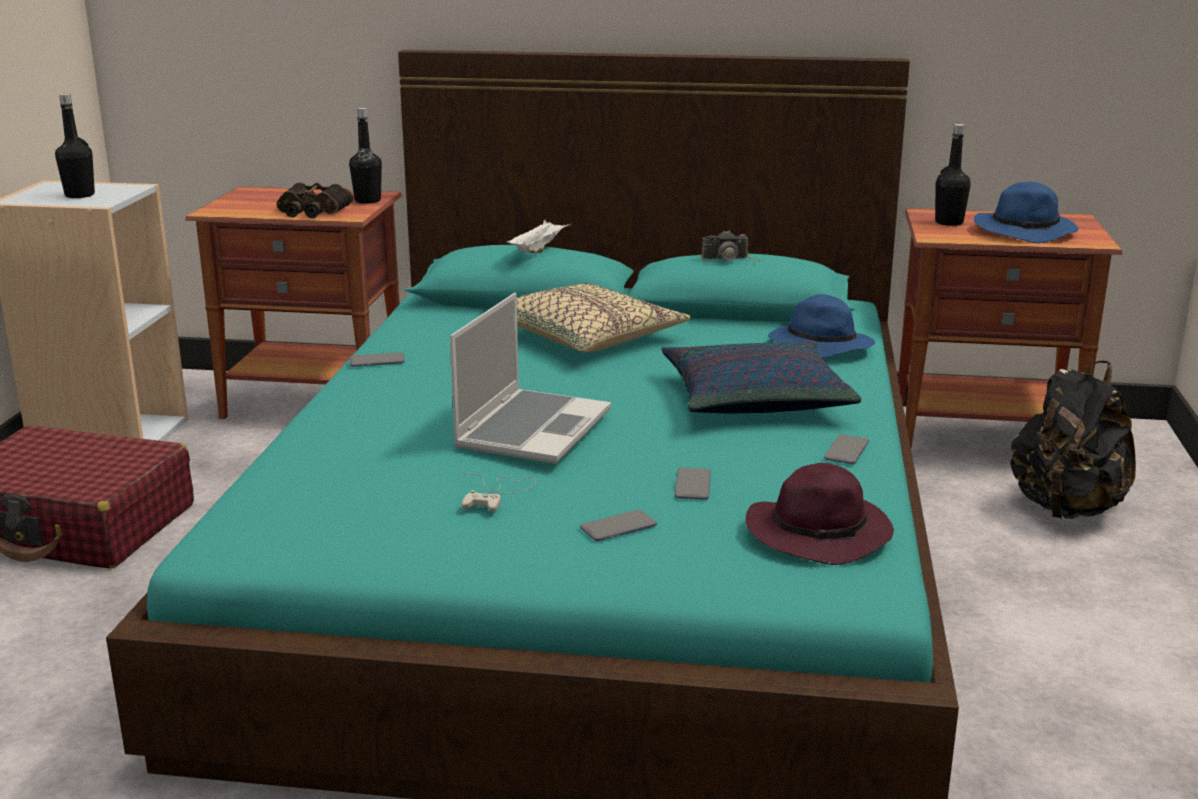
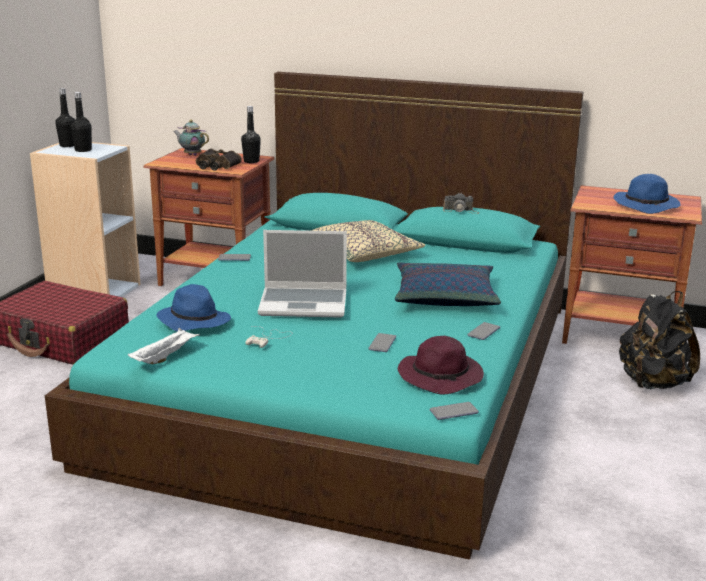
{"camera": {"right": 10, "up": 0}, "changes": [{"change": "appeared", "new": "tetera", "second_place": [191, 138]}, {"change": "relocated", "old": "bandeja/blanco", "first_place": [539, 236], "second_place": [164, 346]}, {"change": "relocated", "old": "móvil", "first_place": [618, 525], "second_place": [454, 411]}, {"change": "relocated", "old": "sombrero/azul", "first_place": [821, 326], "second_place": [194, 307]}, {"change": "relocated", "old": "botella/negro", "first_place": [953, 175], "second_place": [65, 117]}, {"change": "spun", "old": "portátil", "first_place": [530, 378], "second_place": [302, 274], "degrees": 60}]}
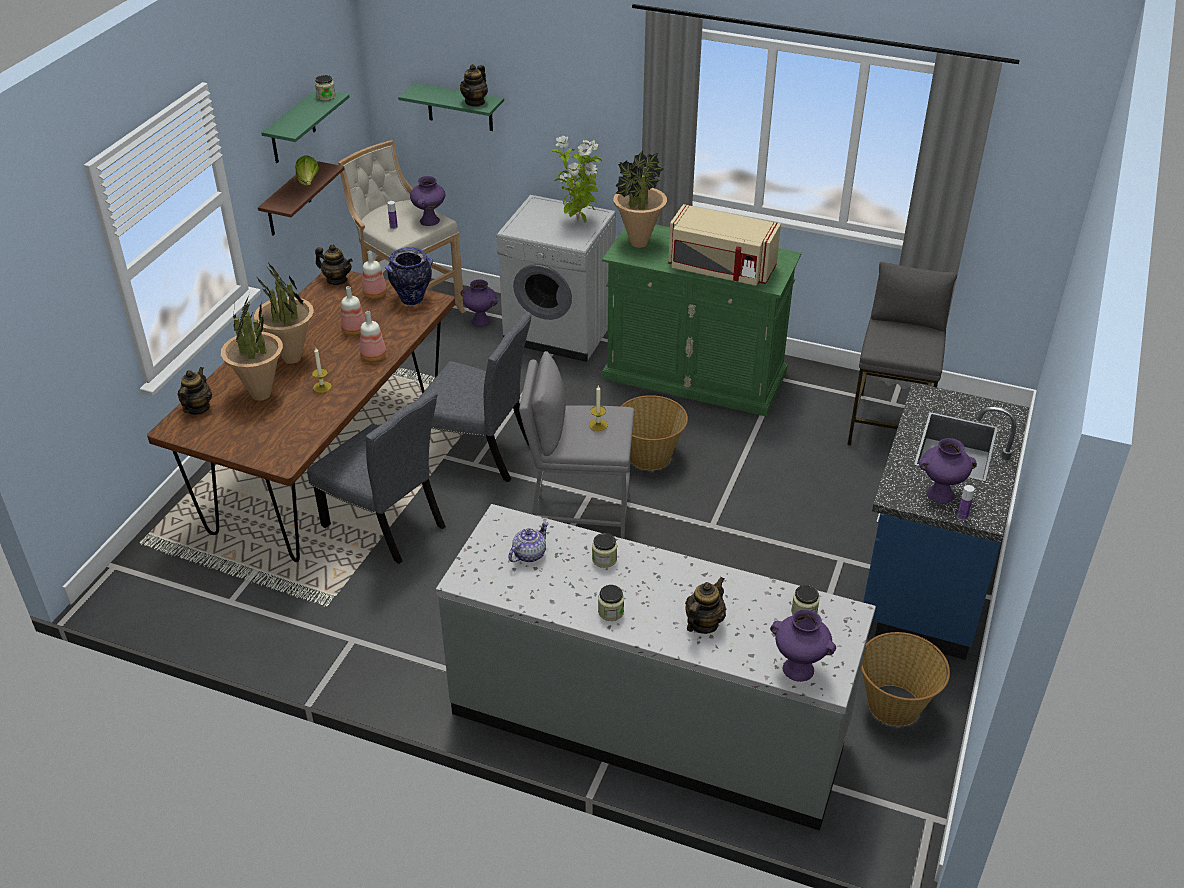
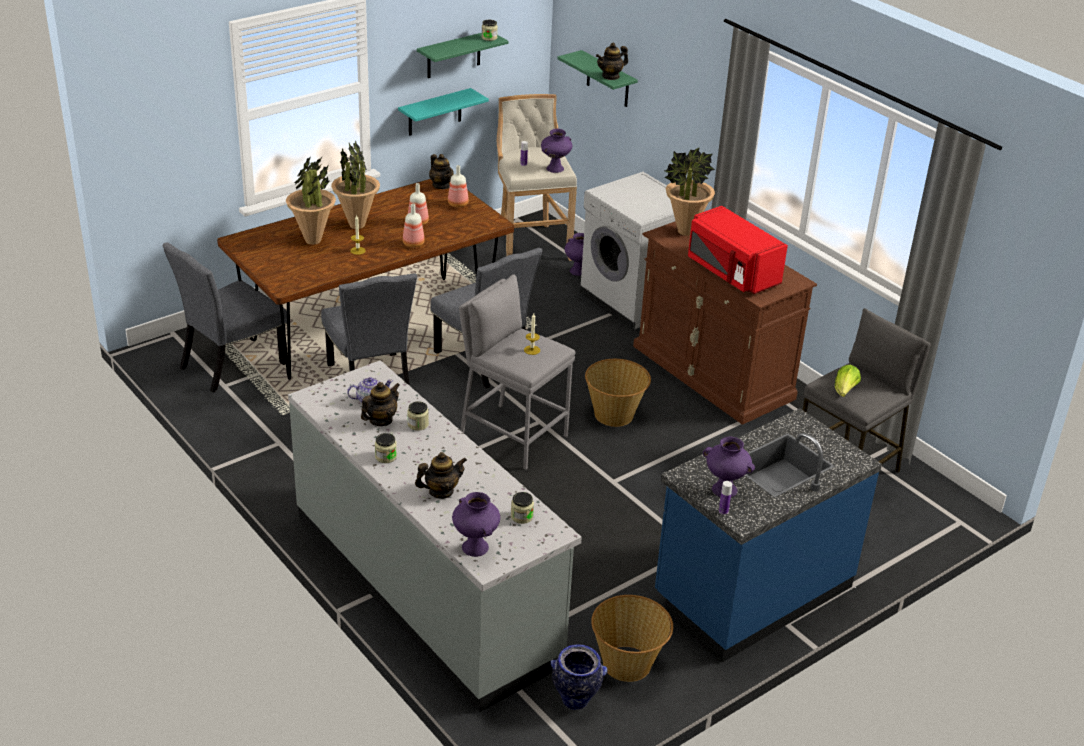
{"camera": {"right": 30, "up": -5}, "changes": [{"change": "missing", "old": "planta en maceta", "first_place": [576, 179]}, {"change": "appeared", "new": "silla/gris", "second_place": [225, 317]}, {"change": "relocated", "old": "tetera", "first_place": [195, 391], "second_place": [380, 404]}, {"change": "relocated", "old": "lechuga", "first_place": [307, 170], "second_place": [848, 381]}, {"change": "relocated", "old": "florero", "first_place": [409, 276], "second_place": [579, 677]}, {"change": "colour", "old": "estante/marrón", "new": "estante/turquesa", "first_place": [301, 198], "second_place": [443, 112]}, {"change": "colour", "old": "cómoda/verde", "new": "cómoda/marrón", "first_place": [702, 320], "second_place": [725, 323]}, {"change": "colour", "old": "microondas/beis", "new": "microondas/rojo", "first_place": [724, 245], "second_place": [738, 250]}]}
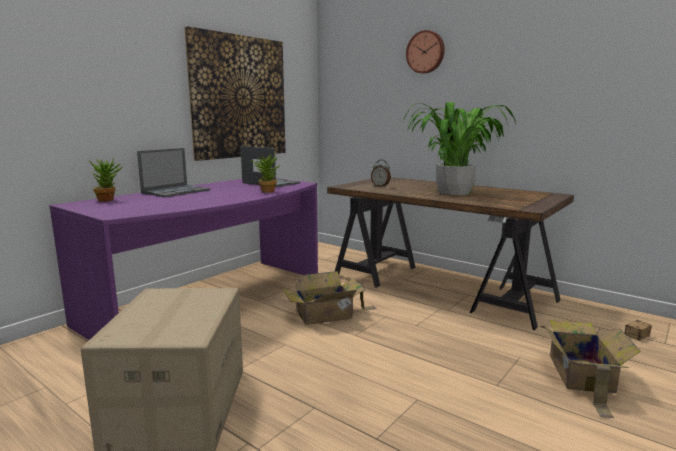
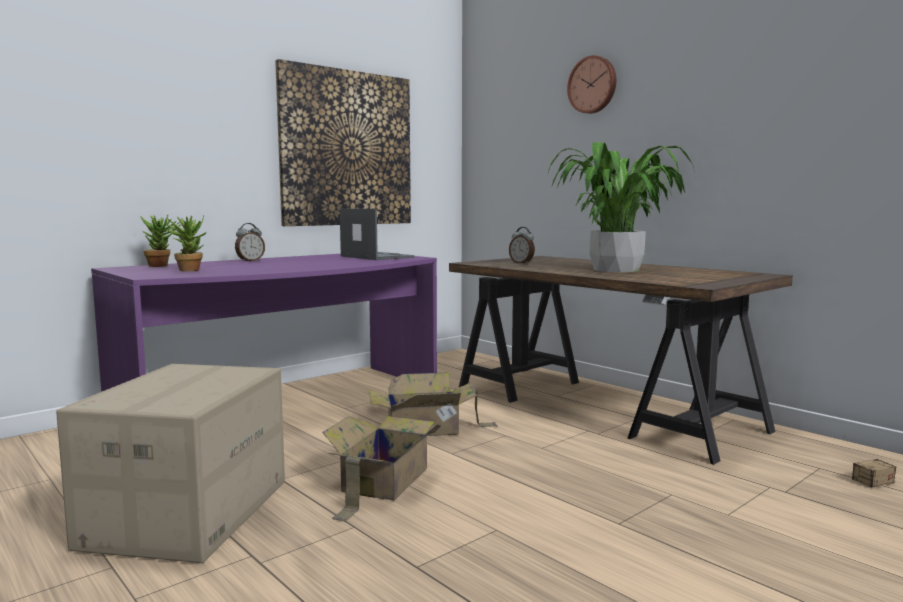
{"camera": {"right": 10, "up": -5}, "changes": [{"change": "relocated", "old": "planta en maceta", "first_place": [265, 173], "second_place": [186, 243]}, {"change": "relocated", "old": "caja de cartón", "first_place": [590, 369], "second_place": [381, 469]}, {"change": "exchanged", "old": "portátil", "new": "despertador", "first_place": [173, 172], "second_place": [250, 242]}]}
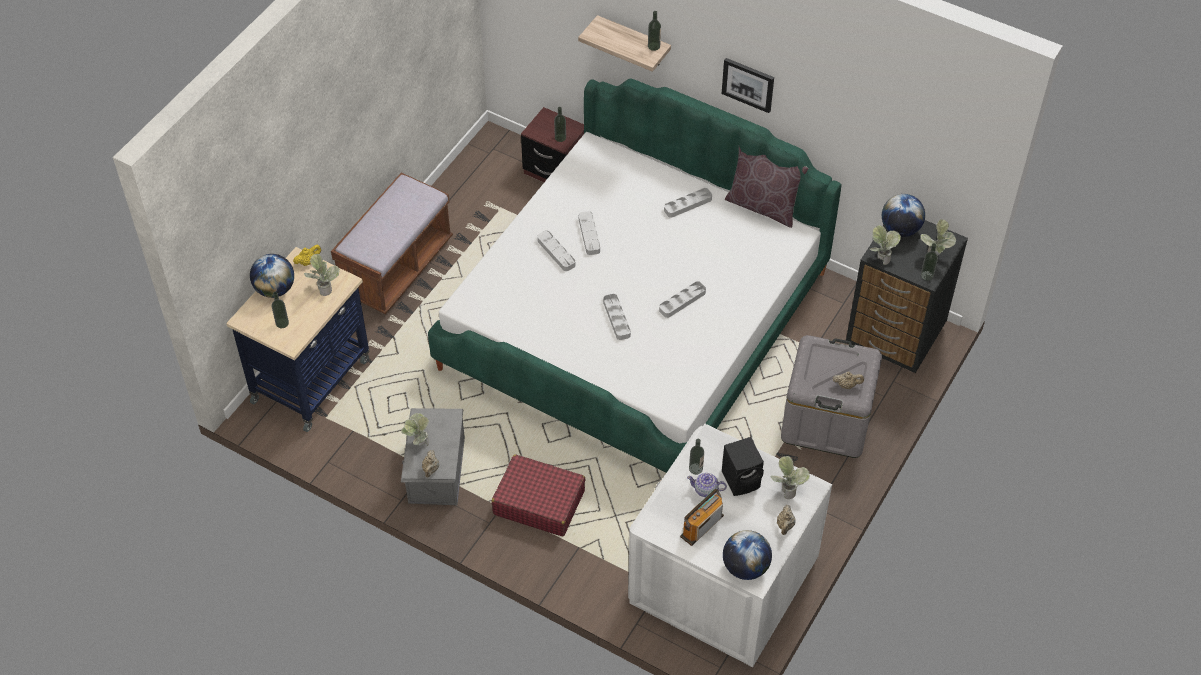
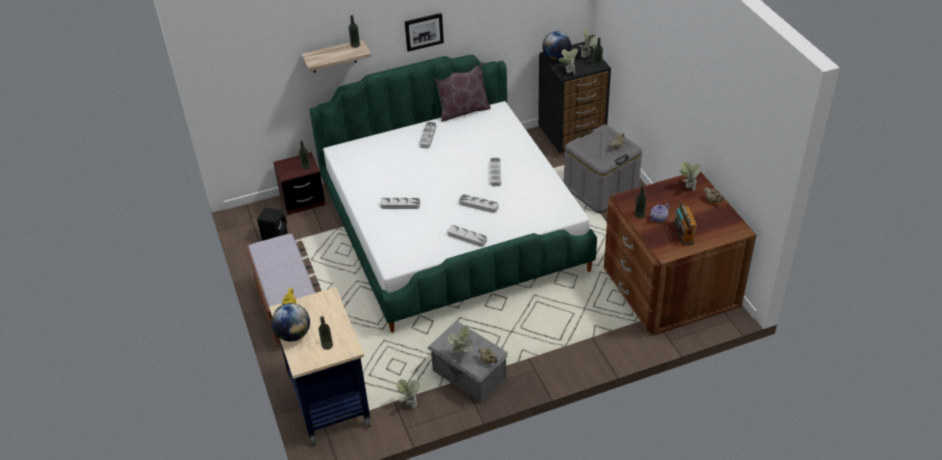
{"camera": {"right": -50, "up": -10}, "changes": [{"change": "missing", "old": "maleta/rojo", "first_place": [538, 495]}, {"change": "missing", "old": "globo terráqueo", "first_place": [747, 555]}, {"change": "relocated", "old": "planta en maceta", "first_place": [322, 275], "second_place": [408, 394]}, {"change": "relocated", "old": "bandeja/gris", "first_place": [589, 233], "second_place": [467, 236]}, {"change": "relocated", "old": "altavoz/negro", "first_place": [743, 466], "second_place": [272, 224]}, {"change": "colour", "old": "cómoda/blanco", "new": "cómoda/marrón", "first_place": [730, 545], "second_place": [680, 253]}]}
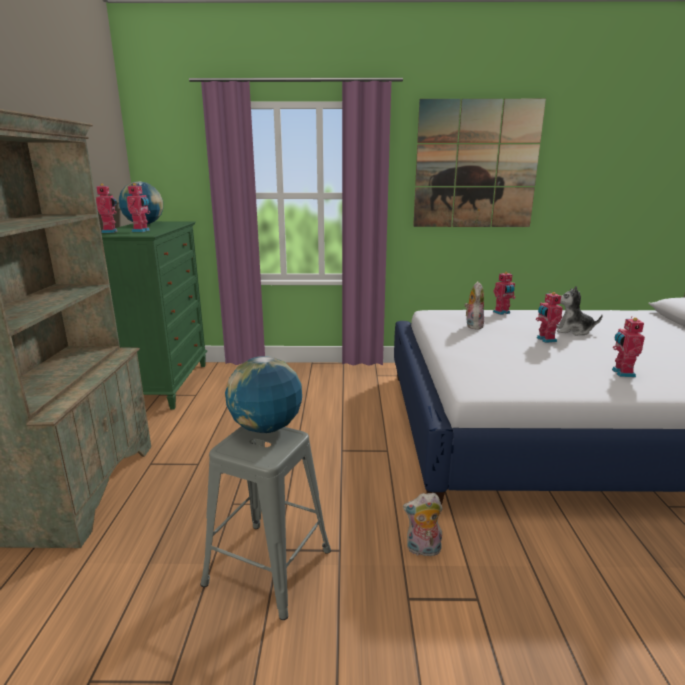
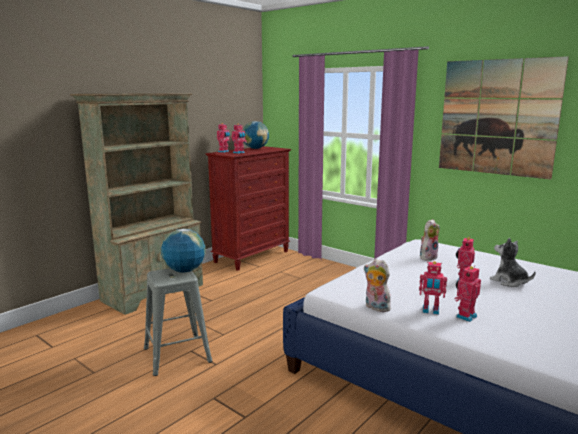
{"camera": {"right": 40, "up": -5}, "changes": [{"change": "relocated", "old": "peluche", "first_place": [423, 524], "second_place": [379, 285]}, {"change": "relocated", "old": "robot de juguete", "first_place": [504, 293], "second_place": [433, 288]}, {"change": "colour", "old": "cómoda/verde", "new": "cómoda/rojo", "first_place": [154, 315], "second_place": [248, 208]}]}
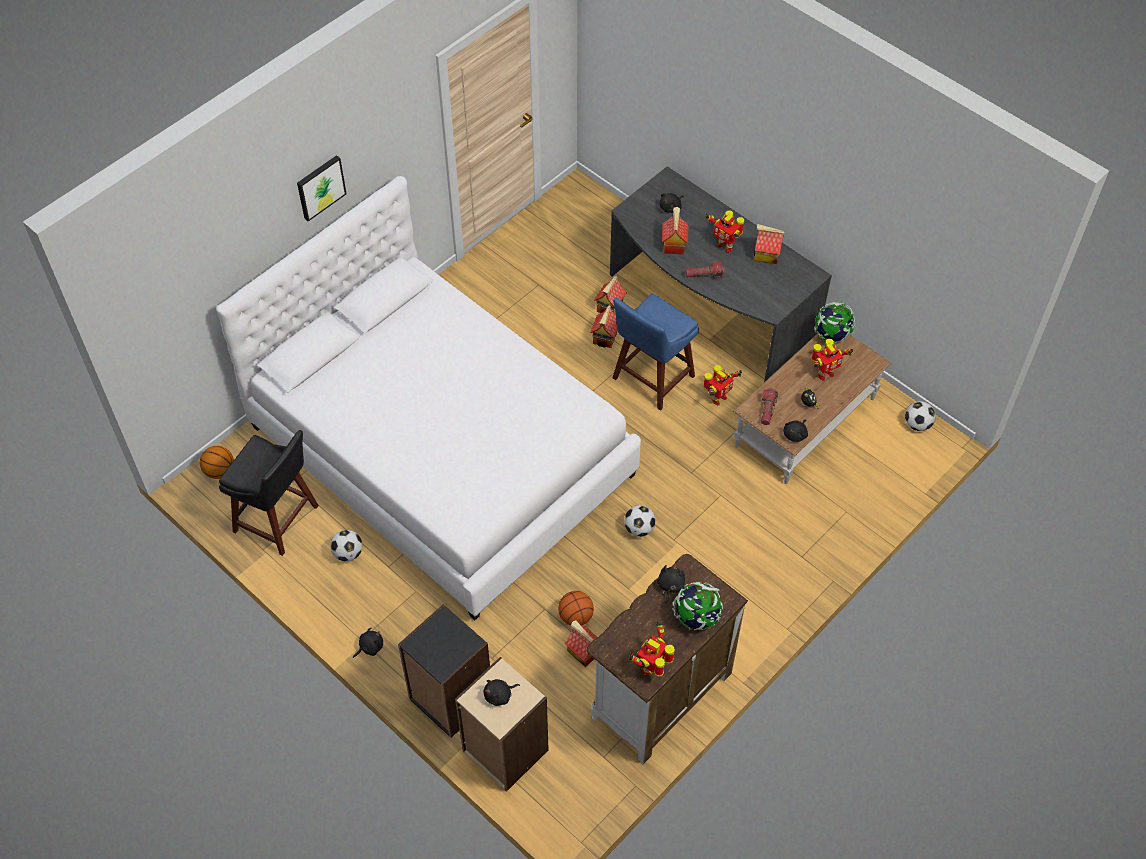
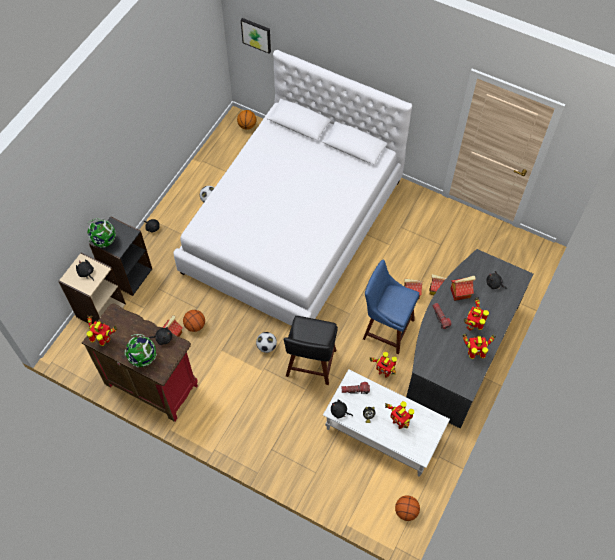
{"camera": {"right": 75, "up": 5}, "changes": [{"change": "relocated", "old": "silla/negro", "first_place": [269, 493], "second_place": [310, 350]}, {"change": "relocated", "old": "cuadro", "first_place": [322, 188], "second_place": [256, 36]}, {"change": "relocated", "old": "globo terráqueo", "first_place": [834, 322], "second_place": [102, 233]}, {"change": "exchanged", "old": "casita", "new": "robot de juguete", "first_place": [769, 244], "second_place": [479, 346]}, {"change": "exchanged", "old": "balón de fútbol", "new": "balón de baloncesto", "first_place": [920, 416], "second_place": [407, 508]}, {"change": "colour", "old": "cómoda/blanco", "new": "cómoda/rojo", "first_place": [667, 659], "second_place": [140, 363]}, {"change": "colour", "old": "mesa de centro/marrón", "new": "mesa de centro/blanco", "first_place": [812, 408], "second_place": [386, 423]}]}
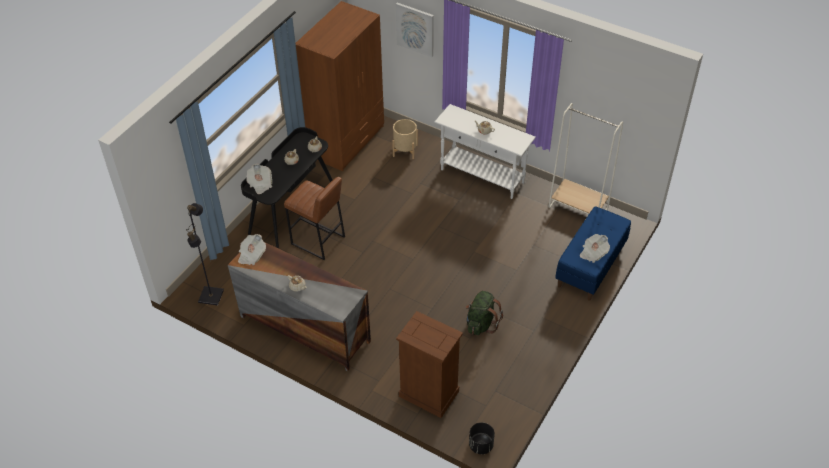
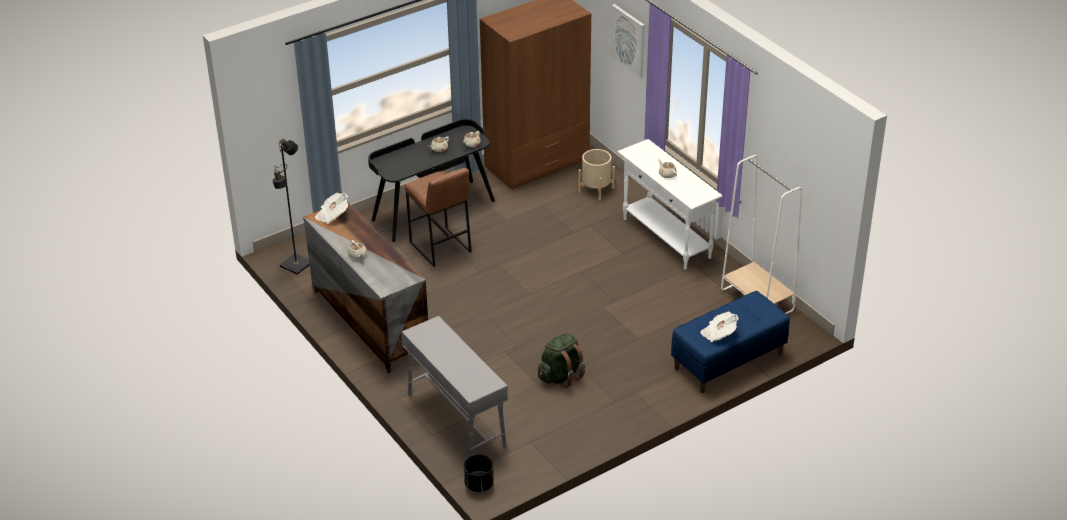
{"camera": {"right": 25, "up": -10}, "changes": [{"change": "missing", "old": "periódico", "first_place": [259, 179]}, {"change": "exchanged", "old": "cómoda/marrón", "new": "mesa consola/gris", "first_place": [429, 364], "second_place": [454, 386]}]}
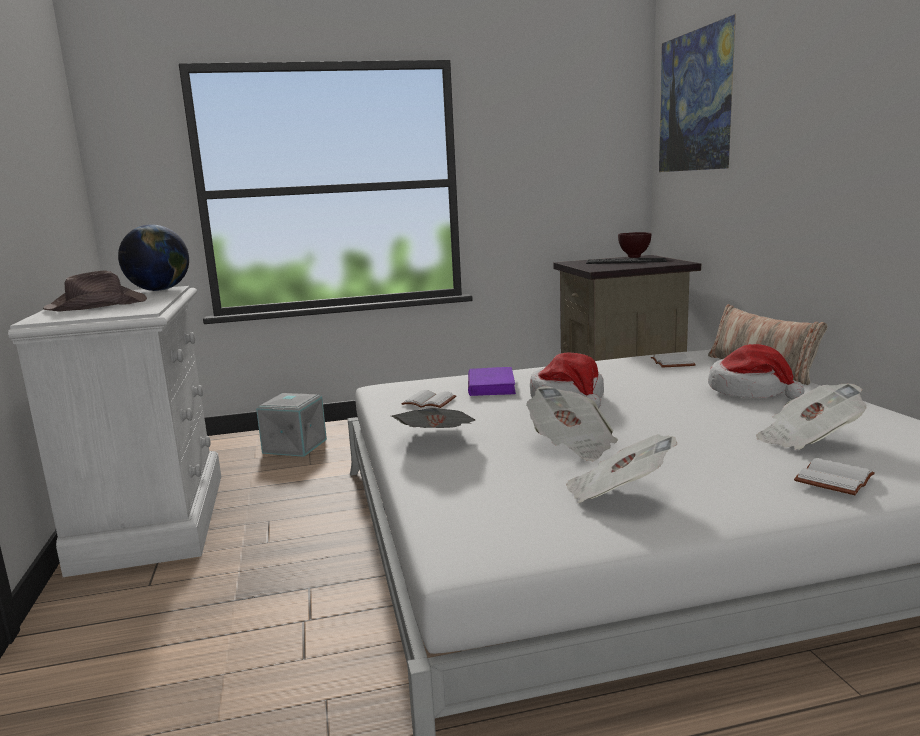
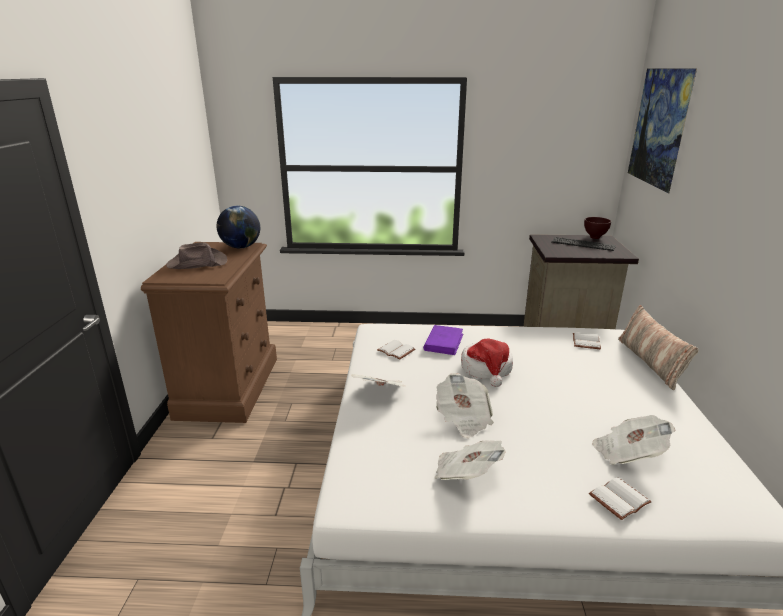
{"camera": {"right": 15, "up": 10}, "changes": [{"change": "missing", "old": "caja de almacenaje/gris", "first_place": [291, 425]}, {"change": "missing", "old": "sombrero", "first_place": [756, 372]}, {"change": "colour", "old": "cómoda/blanco", "new": "cómoda/marrón", "first_place": [114, 431], "second_place": [209, 332]}]}
